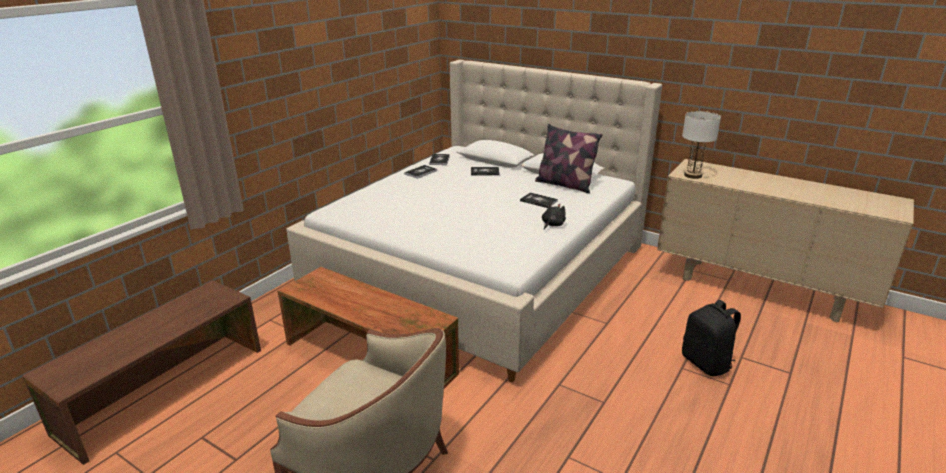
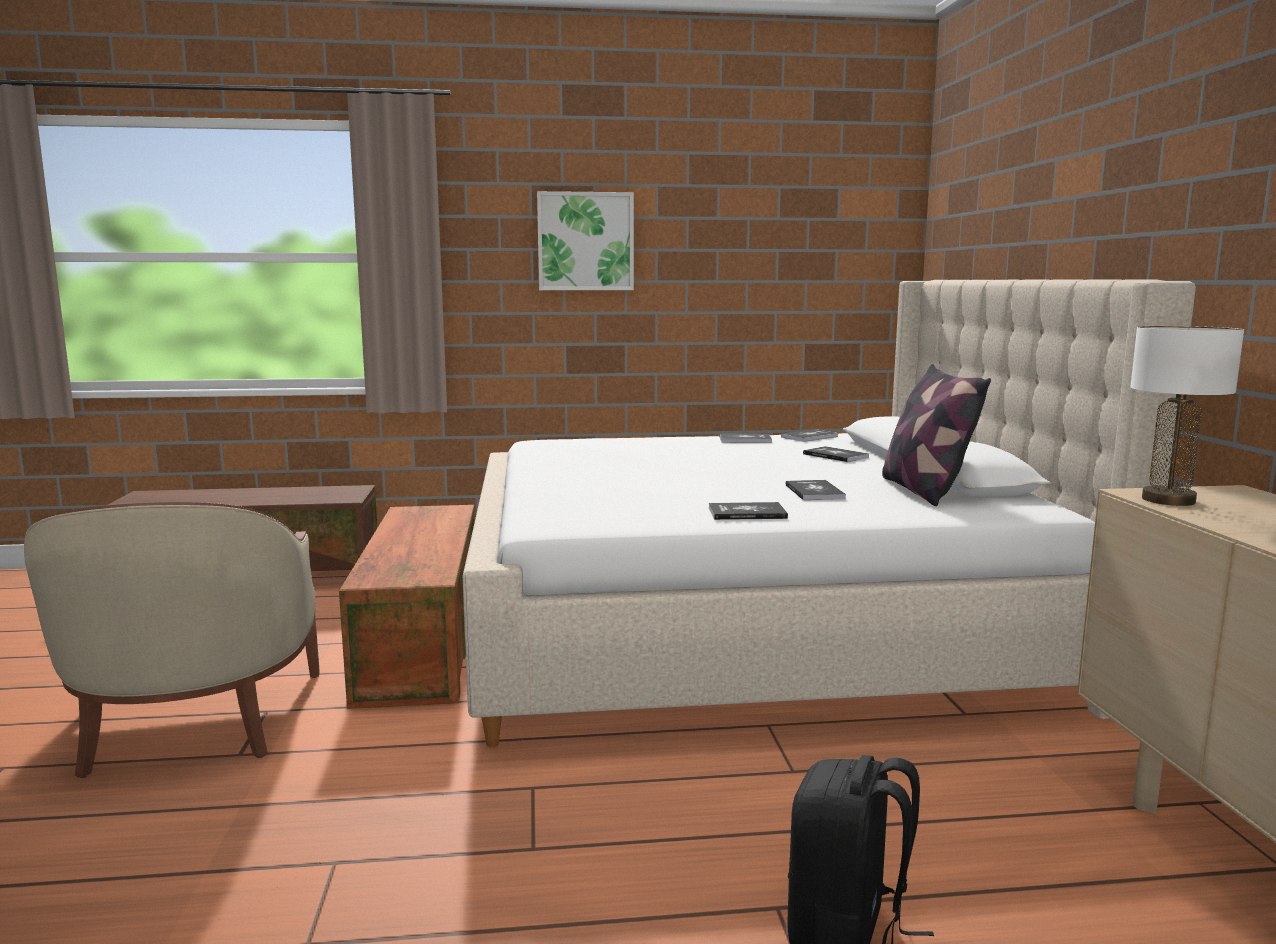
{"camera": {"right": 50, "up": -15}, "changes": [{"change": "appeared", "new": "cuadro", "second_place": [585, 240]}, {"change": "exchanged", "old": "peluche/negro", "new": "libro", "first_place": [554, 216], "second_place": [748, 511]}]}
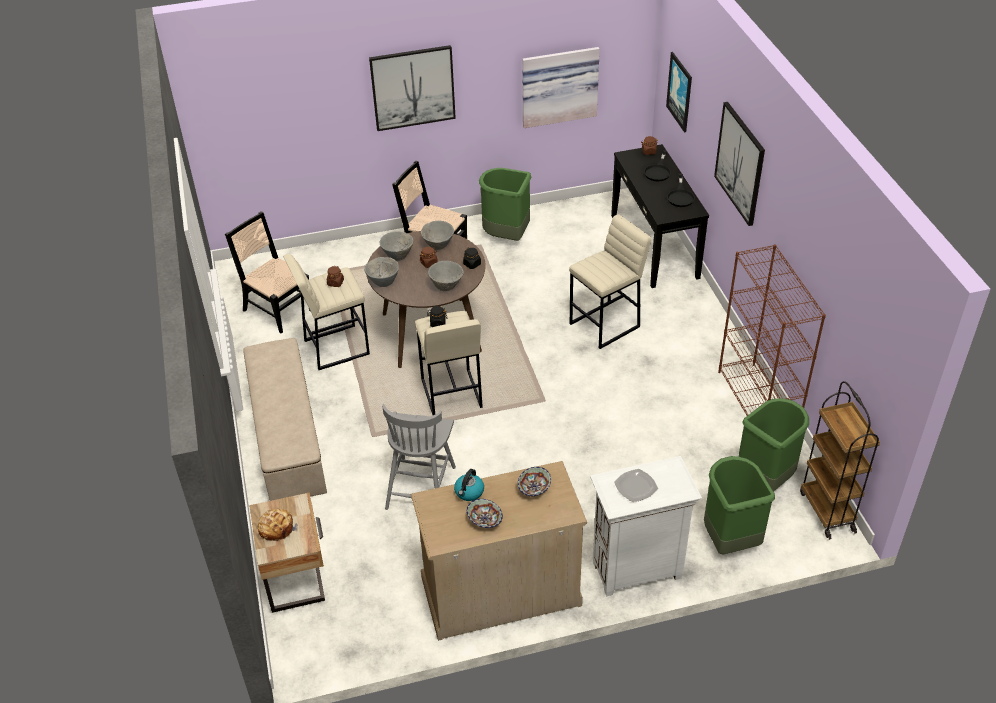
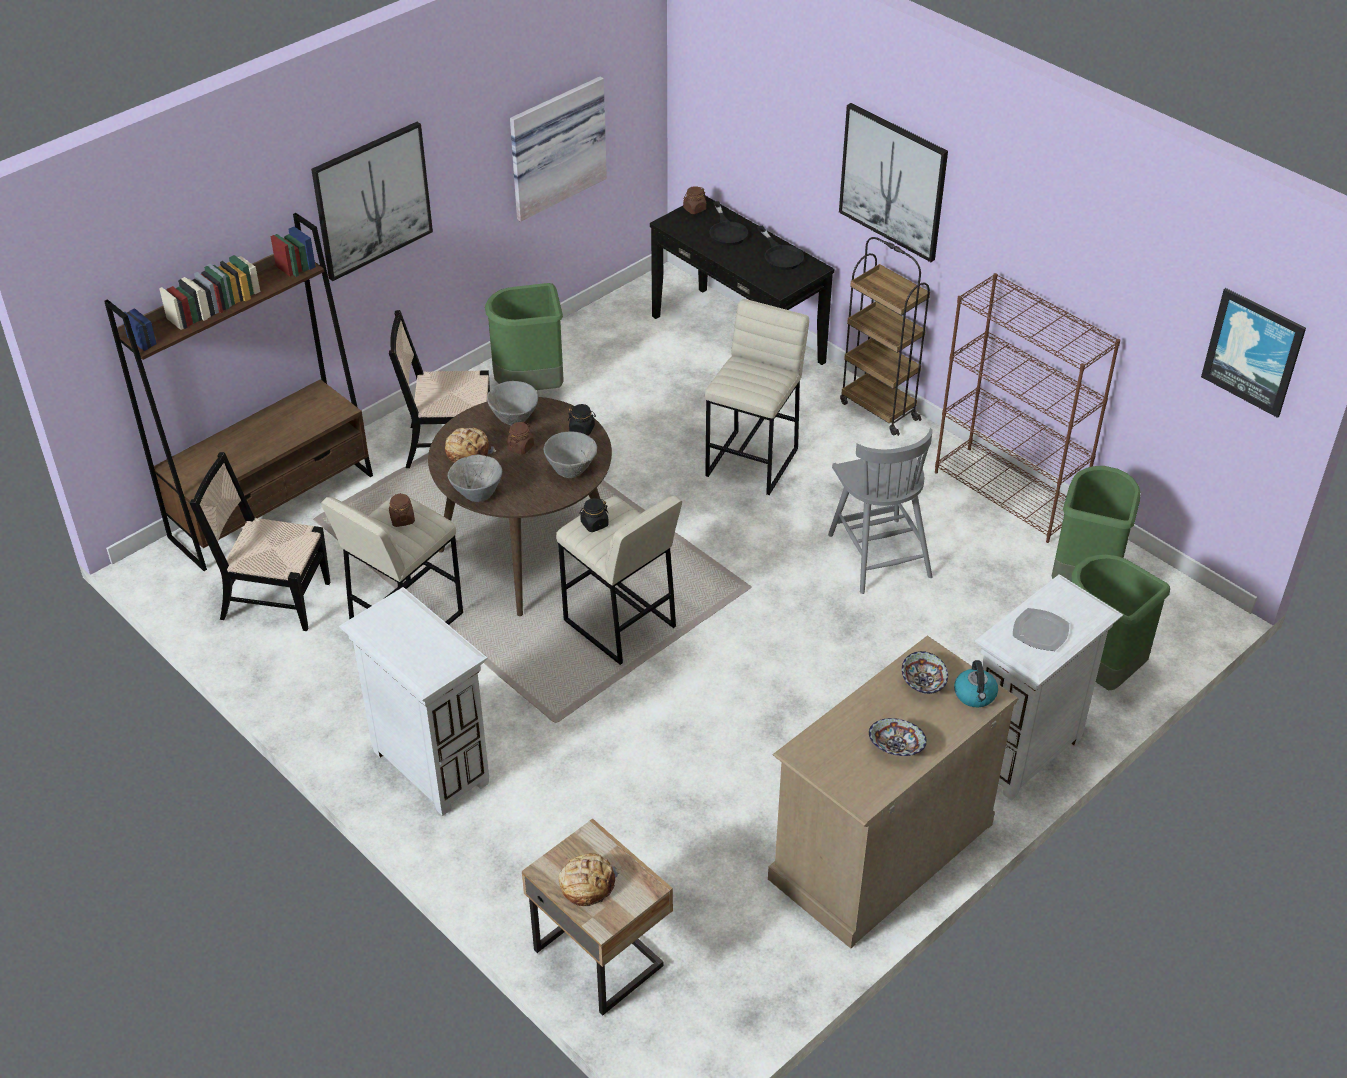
{"camera": {"right": -30, "up": 0}, "changes": [{"change": "appeared", "new": "estantería/marrón", "second_place": [238, 392]}, {"change": "relocated", "old": "silla/gris", "first_place": [419, 456], "second_place": [880, 511]}, {"change": "relocated", "old": "hervidor", "first_place": [469, 485], "second_place": [976, 683]}, {"change": "relocated", "old": "cuadro", "first_place": [679, 92], "second_place": [1253, 353]}, {"change": "relocated", "old": "carrito/marrón", "first_place": [840, 460], "second_place": [885, 336]}, {"change": "exchanged", "old": "banco/beis", "new": "armario/blanco", "first_place": [285, 419], "second_place": [414, 701]}, {"change": "exchanged", "old": "cuenco/gris", "new": "pan", "first_place": [397, 246], "second_place": [470, 445]}]}
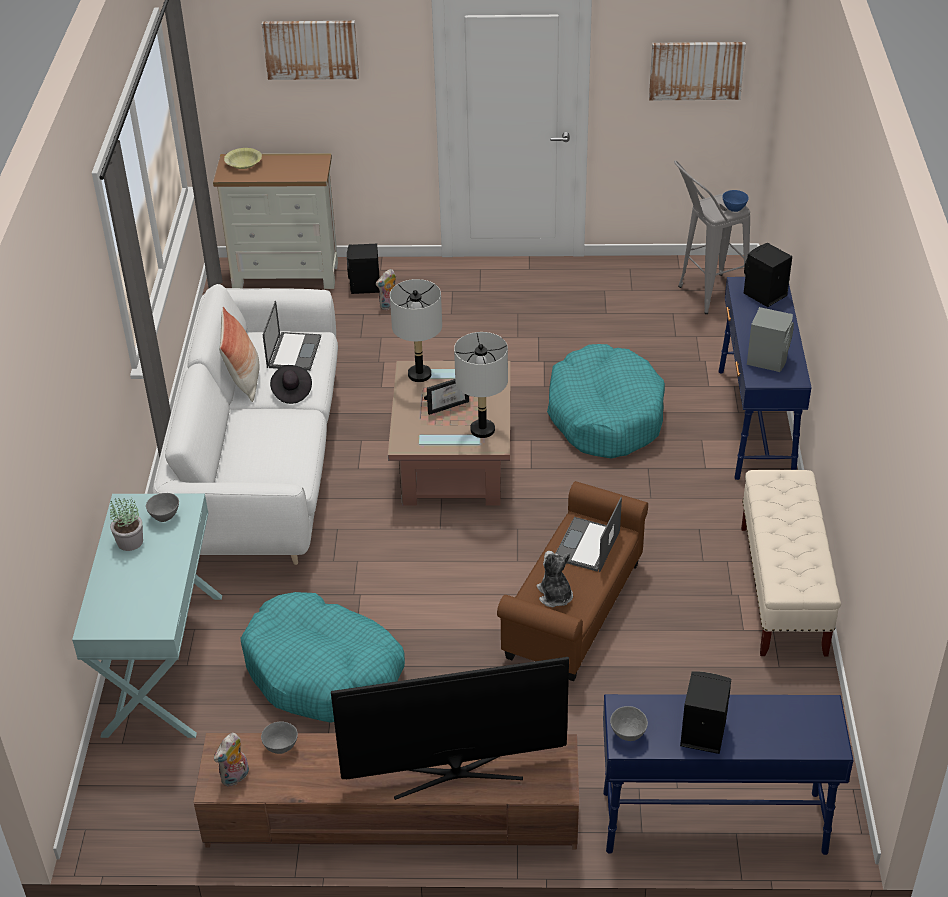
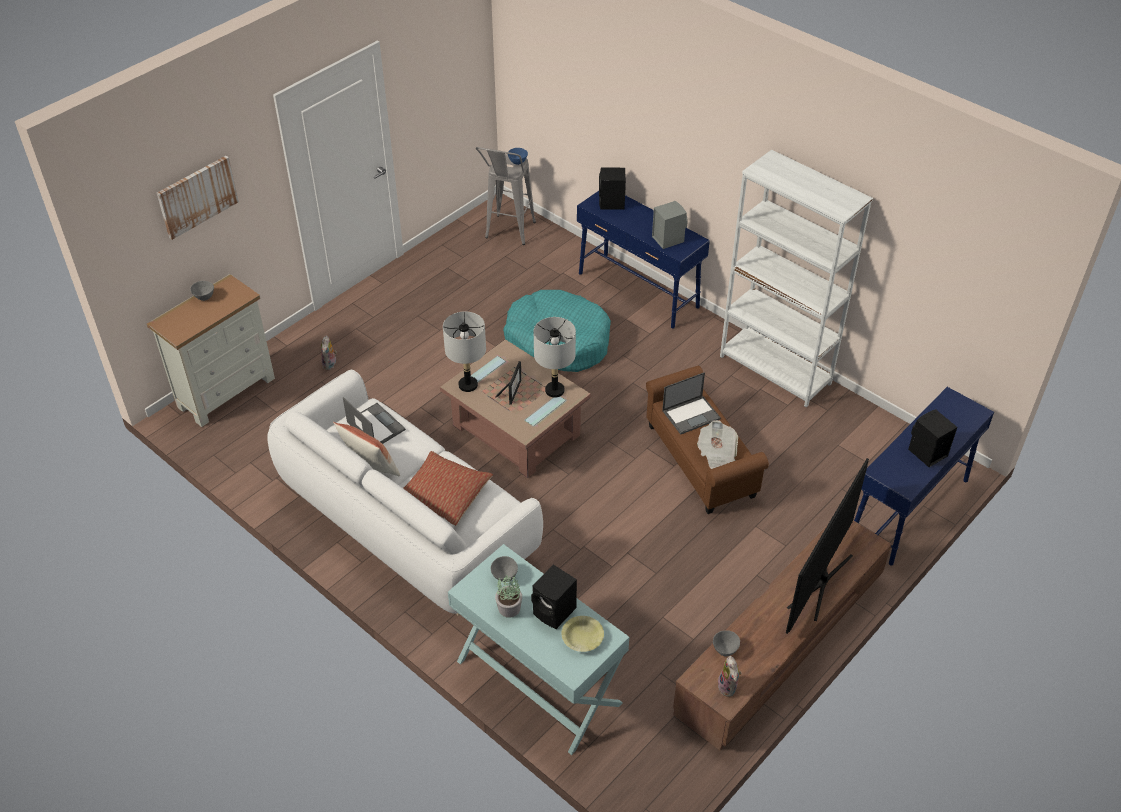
{"camera": {"right": -50, "up": 5}, "changes": [{"change": "missing", "old": "cama para perro/turquesa", "first_place": [322, 657]}, {"change": "missing", "old": "sombrero/negro", "first_place": [291, 384]}, {"change": "missing", "old": "cuadro", "first_place": [697, 71]}, {"change": "appeared", "new": "cojín", "second_place": [448, 488]}, {"change": "relocated", "old": "cuenco/amarillo", "first_place": [243, 158], "second_place": [582, 634]}, {"change": "relocated", "old": "altavoz/negro", "first_place": [363, 269], "second_place": [554, 597]}, {"change": "relocated", "old": "cuenco/gris", "first_place": [629, 723], "second_place": [202, 291]}, {"change": "exchanged", "old": "peluche", "new": "periódico", "first_place": [555, 579], "second_place": [717, 444]}, {"change": "exchanged", "old": "banco/beis", "new": "estantería/blanco", "first_place": [791, 563], "second_place": [796, 278]}, {"change": "spun", "old": "portátil", "first_place": [588, 534], "second_place": [691, 403], "degrees": -90}]}
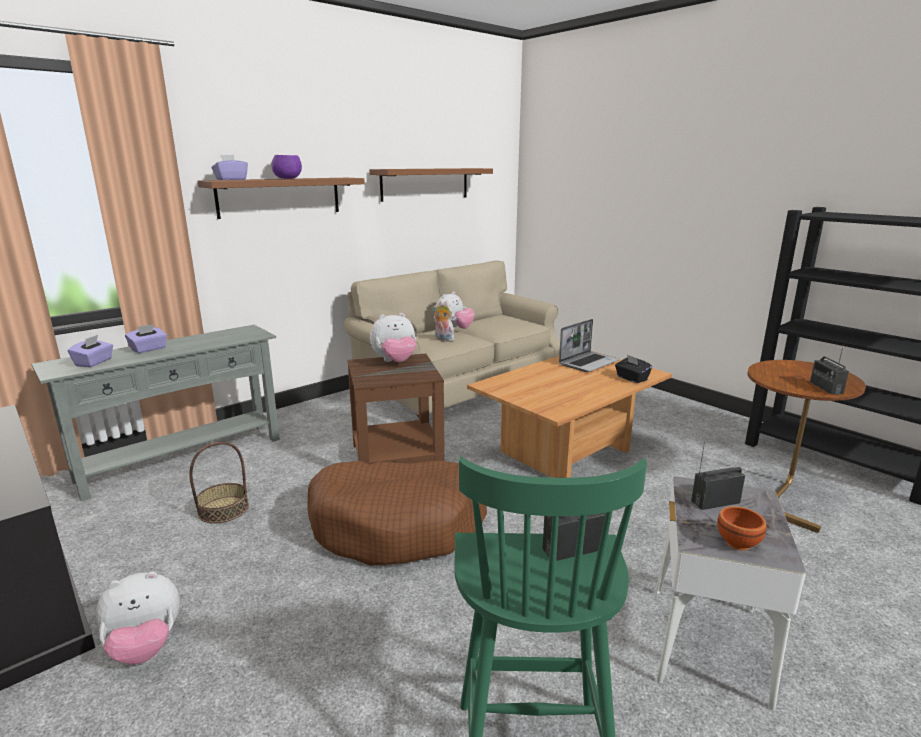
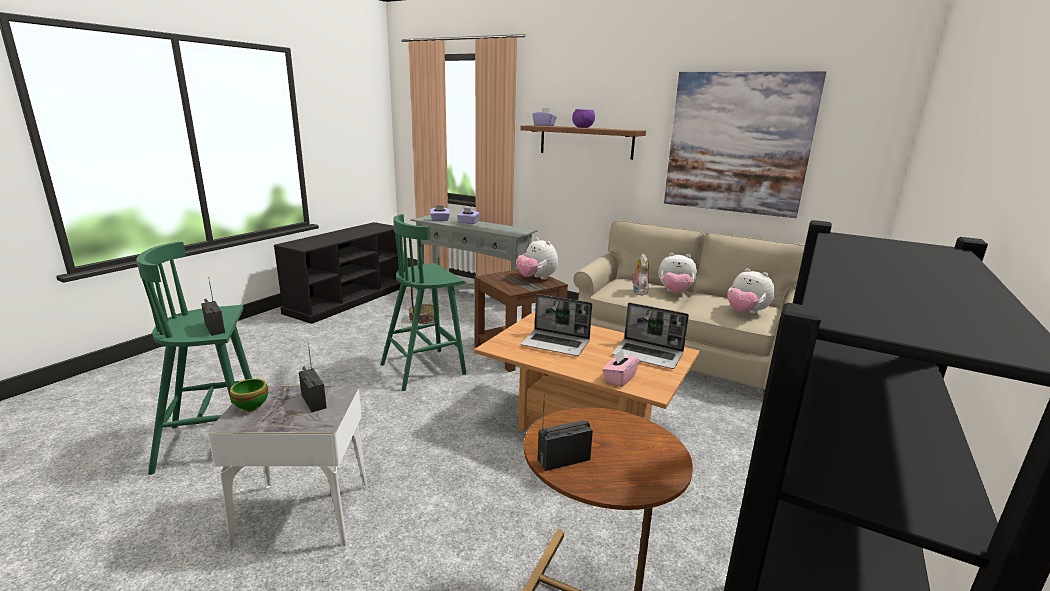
{"camera": {"right": 70, "up": 0}, "changes": [{"change": "appeared", "new": "portátil", "second_place": [556, 325]}, {"change": "relocated", "old": "peluche", "first_place": [138, 618], "second_place": [751, 291]}, {"change": "exchanged", "old": "cama para perro/marrón", "new": "taburete/verde", "first_place": [397, 513], "second_place": [423, 302]}, {"change": "exchanged", "old": "estante/marrón", "new": "cuadro", "first_place": [431, 185], "second_place": [745, 144]}, {"change": "colour", "old": "caja de pañuelos/negro", "new": "caja de pañuelos/rosa", "first_place": [633, 369], "second_place": [620, 368]}, {"change": "colour", "old": "cuenco/marrón", "new": "cuenco/verde", "first_place": [741, 528], "second_place": [249, 395]}]}
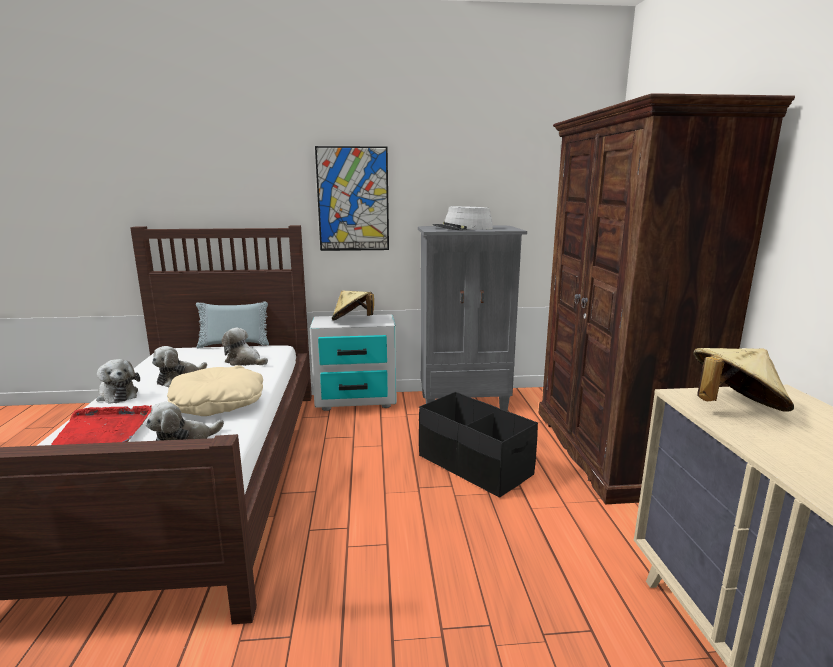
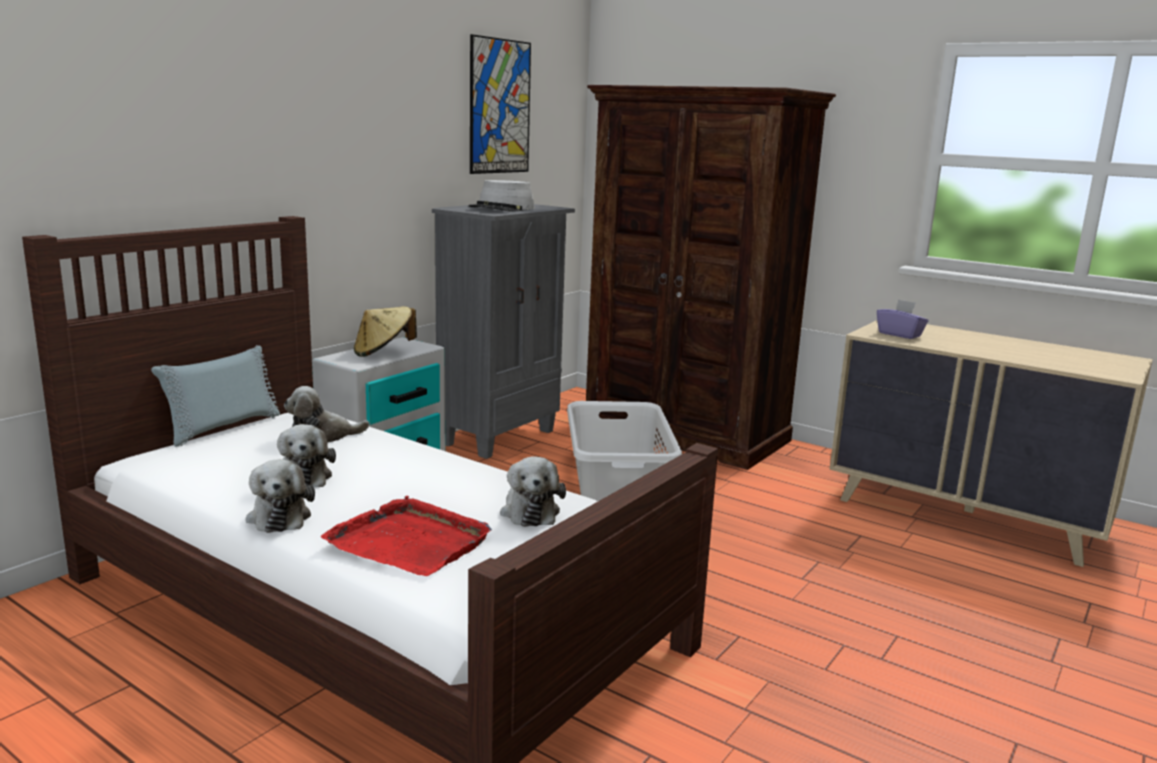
{"camera": {"right": -50, "up": 0}, "changes": [{"change": "missing", "old": "cojín/beis", "first_place": [215, 390]}, {"change": "relocated", "old": "cuadro", "first_place": [352, 198], "second_place": [500, 104]}, {"change": "exchanged", "old": "caja de almacenaje/negro", "new": "cesto de la ropa/blanco", "first_place": [478, 445], "second_place": [624, 451]}, {"change": "exchanged", "old": "sombrero/beis", "new": "caja de pañuelos/morado", "first_place": [743, 380], "second_place": [902, 319]}, {"change": "spun", "old": "peluche", "first_place": [118, 381], "second_place": [280, 496], "degrees": 75}]}
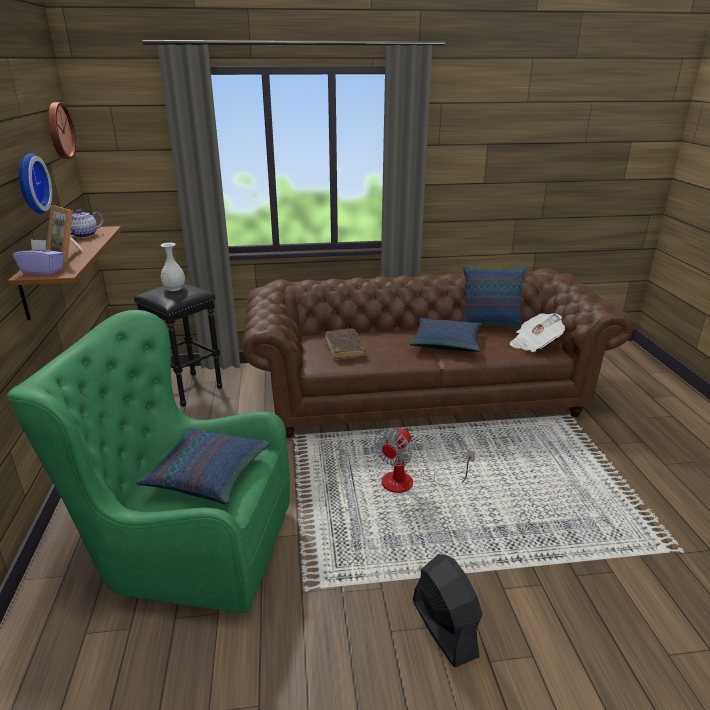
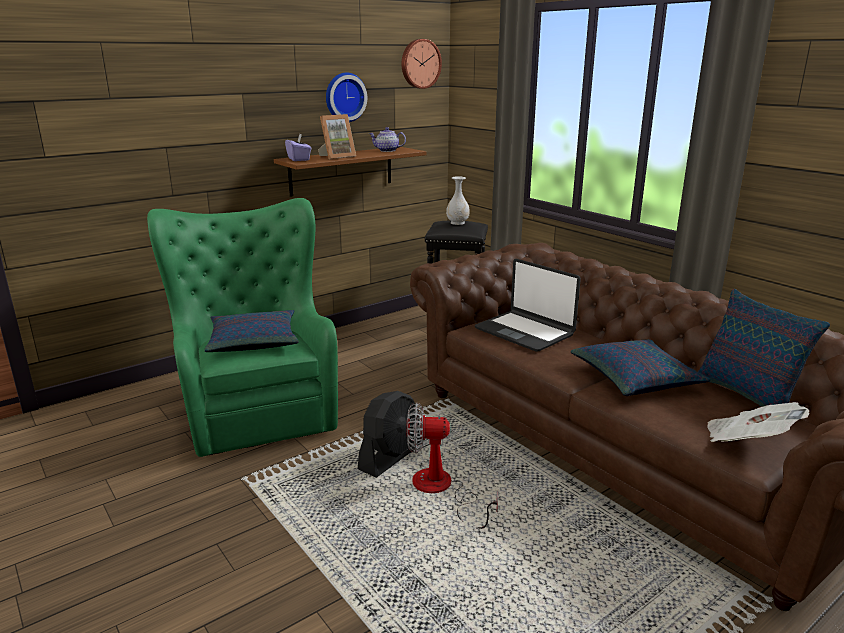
{"camera": {"right": 60, "up": -5}, "changes": [{"change": "relocated", "old": "ventilador/negro", "first_place": [448, 610], "second_place": [389, 434]}, {"change": "exchanged", "old": "libro/marrón", "new": "portátil", "first_place": [345, 344], "second_place": [528, 305]}, {"change": "spun", "old": "portarretratos", "first_place": [64, 233], "second_place": [337, 136], "degrees": -135}]}
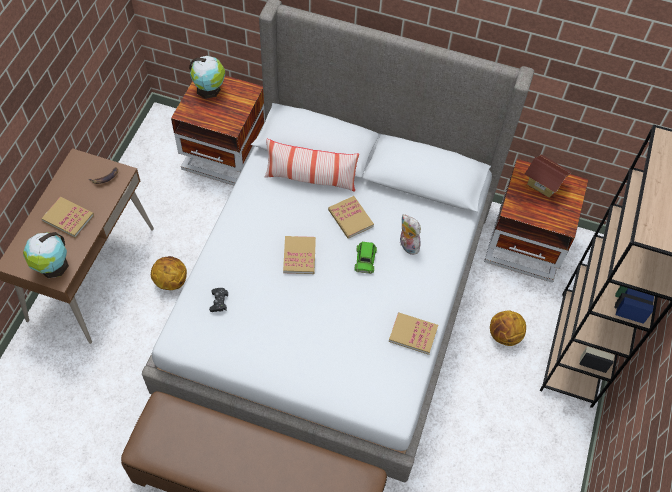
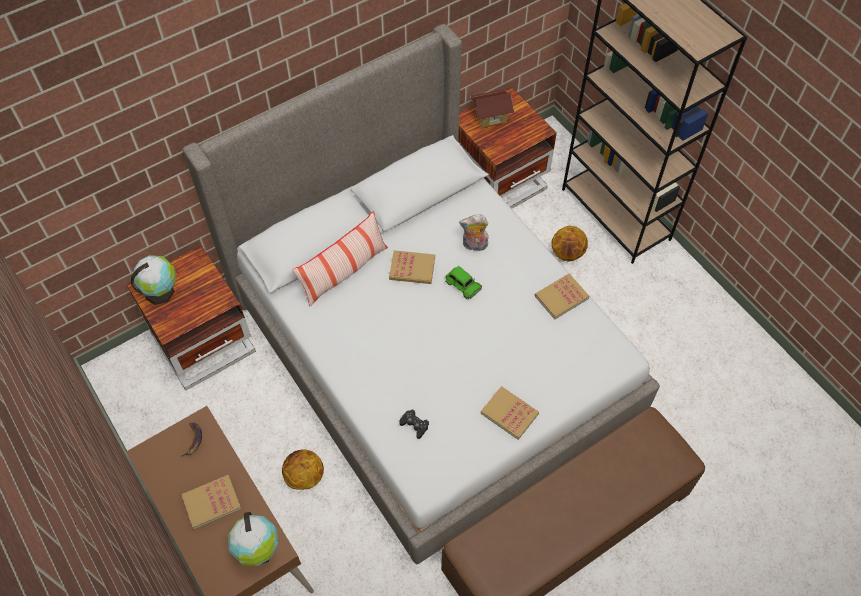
{"camera": {"right": -50, "up": 0}, "changes": [{"change": "relocated", "old": "libro", "first_place": [299, 255], "second_place": [510, 413]}]}
